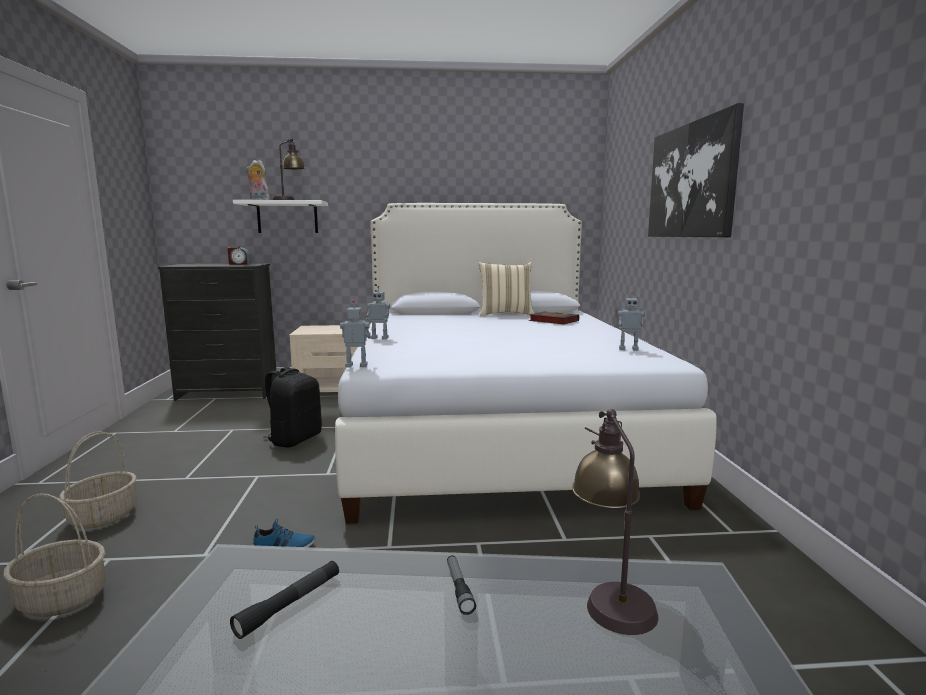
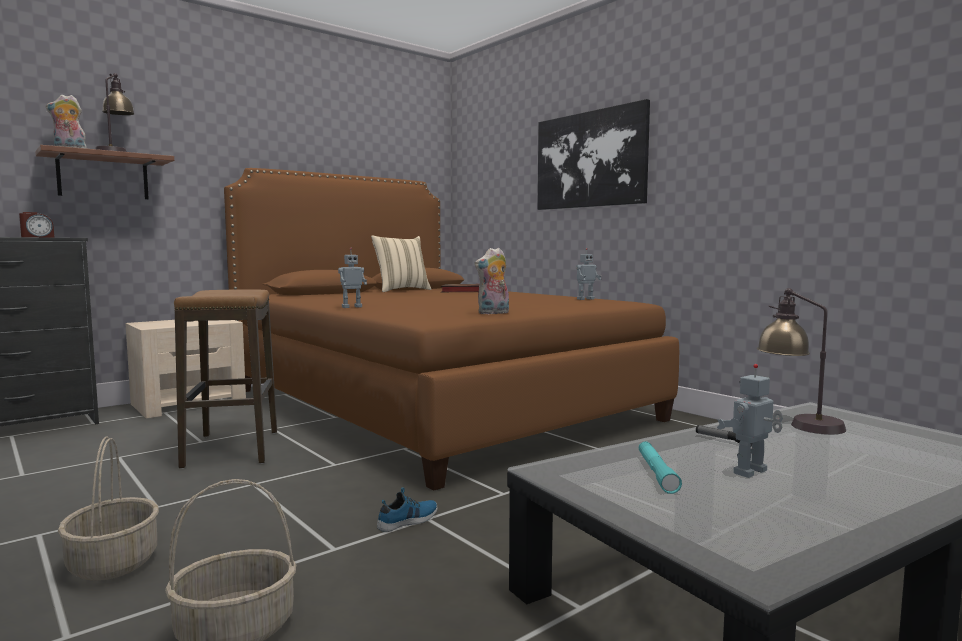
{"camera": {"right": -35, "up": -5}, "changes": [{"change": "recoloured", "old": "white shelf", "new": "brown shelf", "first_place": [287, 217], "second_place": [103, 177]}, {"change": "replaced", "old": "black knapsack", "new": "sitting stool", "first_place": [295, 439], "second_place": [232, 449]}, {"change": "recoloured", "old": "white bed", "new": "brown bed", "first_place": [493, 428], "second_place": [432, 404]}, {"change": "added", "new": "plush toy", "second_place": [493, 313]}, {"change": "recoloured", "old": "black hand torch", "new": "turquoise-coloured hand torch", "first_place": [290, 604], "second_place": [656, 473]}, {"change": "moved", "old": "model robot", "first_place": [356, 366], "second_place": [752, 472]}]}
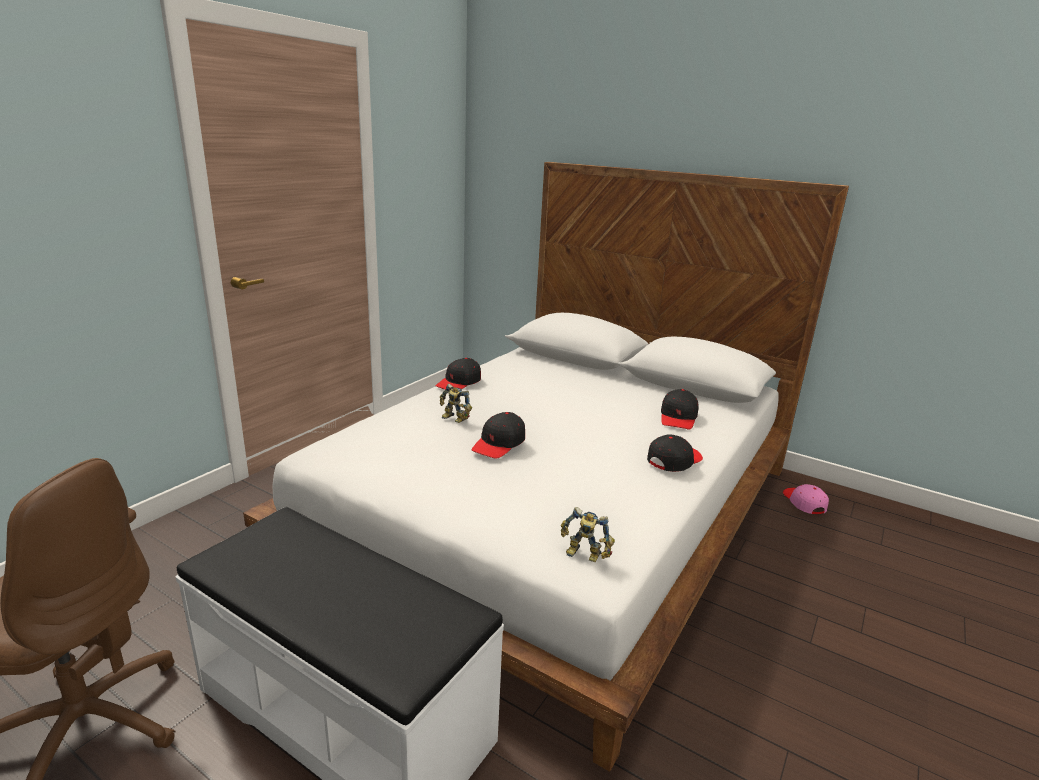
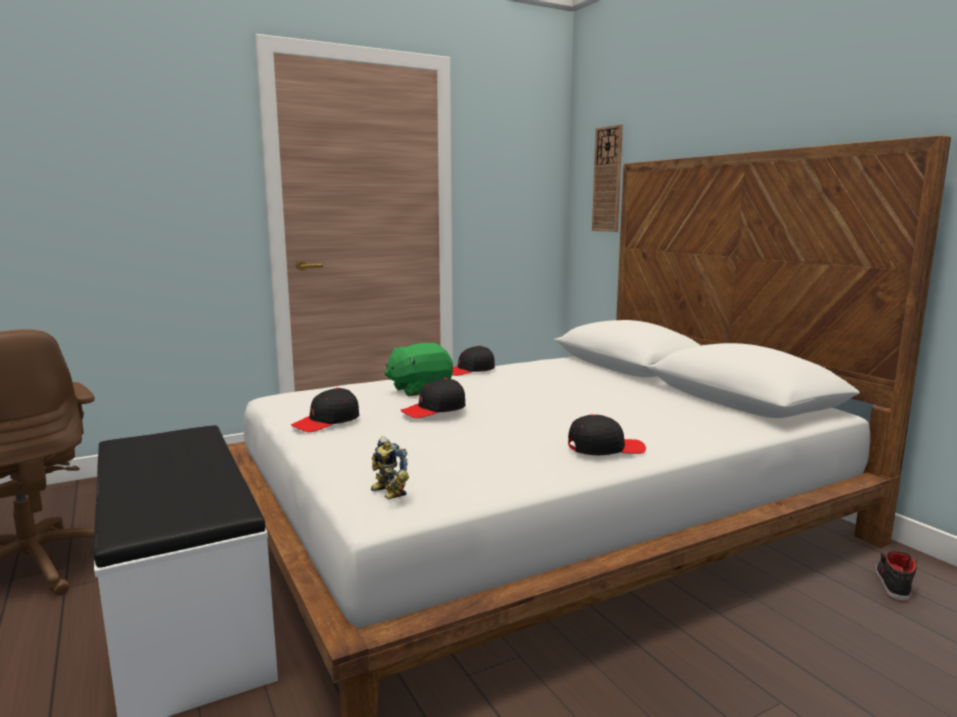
{"camera": {"right": 30, "up": -10}, "changes": [{"change": "moved", "old": "black peaked cap", "first_place": [678, 417], "second_place": [327, 422]}, {"change": "replaced", "old": "model robot", "new": "greenish plush toy", "first_place": [453, 419], "second_place": [419, 389]}, {"change": "added", "new": "clock on the wall", "second_place": [607, 179]}, {"change": "replaced", "old": "pink-coloured peaked cap", "new": "black item of footwear", "first_place": [804, 503], "second_place": [892, 582]}]}
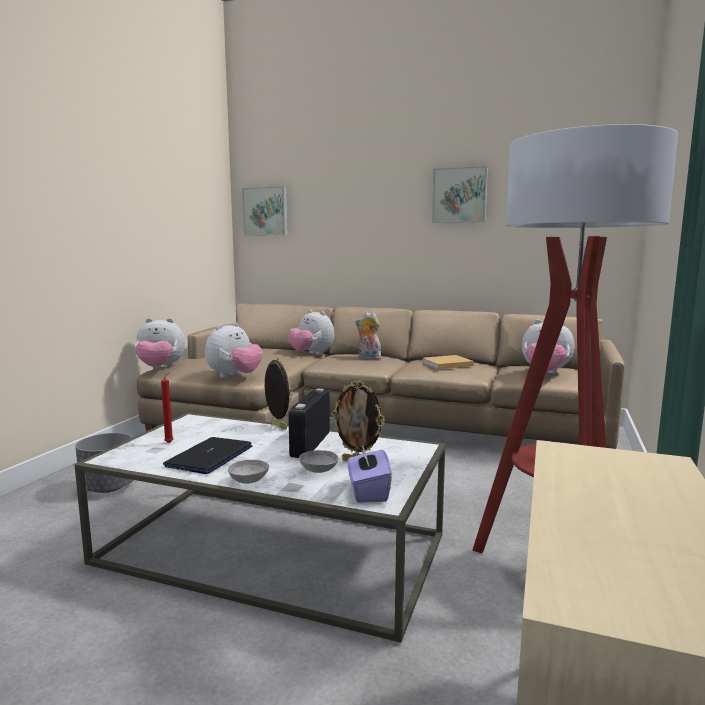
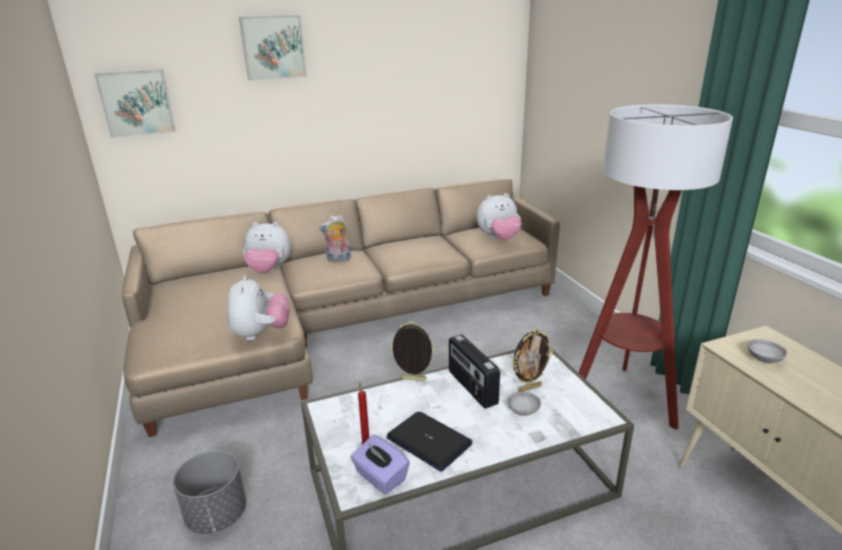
{"camera": {"right": -40, "up": 15}, "changes": [{"change": "moved", "old": "picture", "first_place": [459, 195], "second_place": [273, 47]}, {"change": "moved", "old": "purplish tissue holder", "first_place": [368, 492], "second_place": [380, 477]}, {"change": "turned", "old": "portable computer", "first_place": [209, 457], "second_place": [429, 441], "degrees": 150}, {"change": "moved", "old": "greyish bowl", "first_place": [249, 480], "second_place": [764, 358]}, {"change": "removed", "old": "plush toy", "first_place": [160, 368]}, {"change": "removed", "old": "beige-coloured bound book", "first_place": [446, 364]}]}
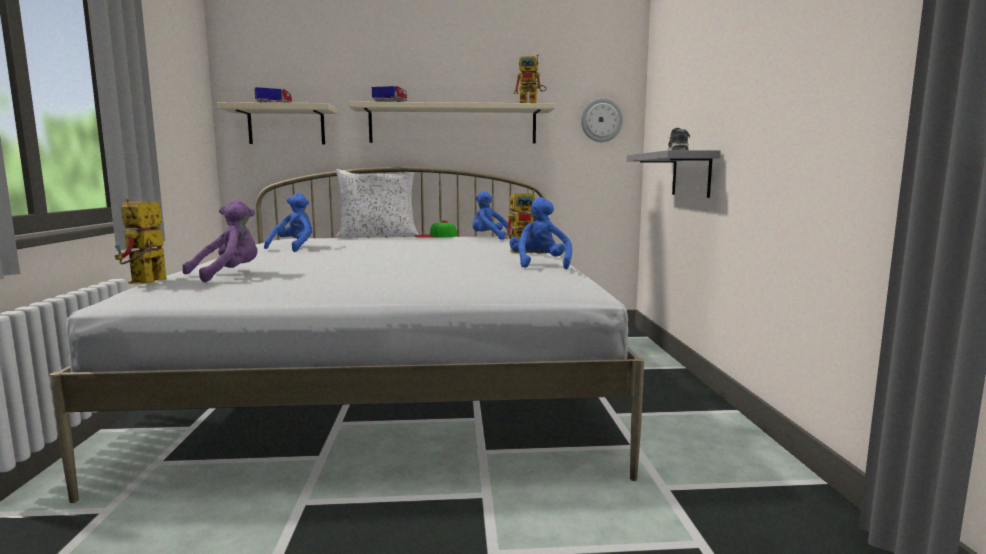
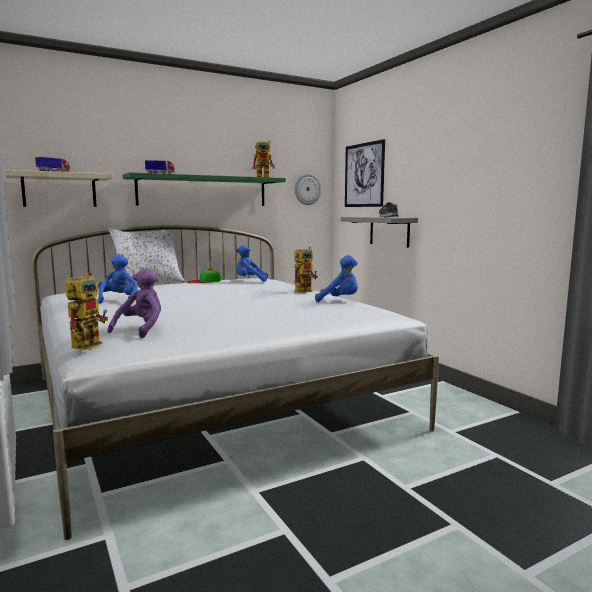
{"camera": {"right": -25, "up": 0}, "changes": [{"change": "turned", "old": "model robot", "first_place": [145, 282], "second_place": [88, 343], "degrees": -150}, {"change": "recoloured", "old": "beige-coloured shelf", "new": "greenish shelf", "first_place": [453, 125], "second_place": [203, 191]}, {"change": "turned", "old": "blue-coloured plush toy", "first_place": [540, 264], "second_place": [339, 300], "degrees": 135}, {"change": "added", "new": "picture", "second_place": [364, 175]}]}
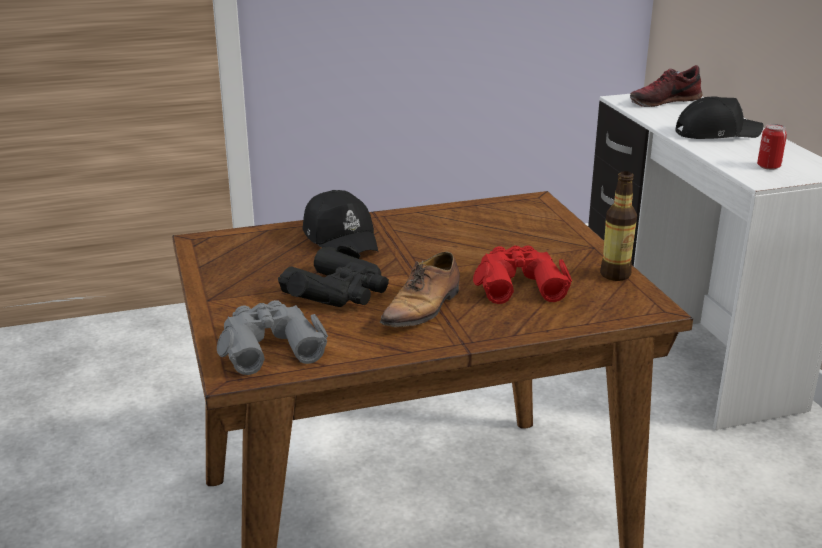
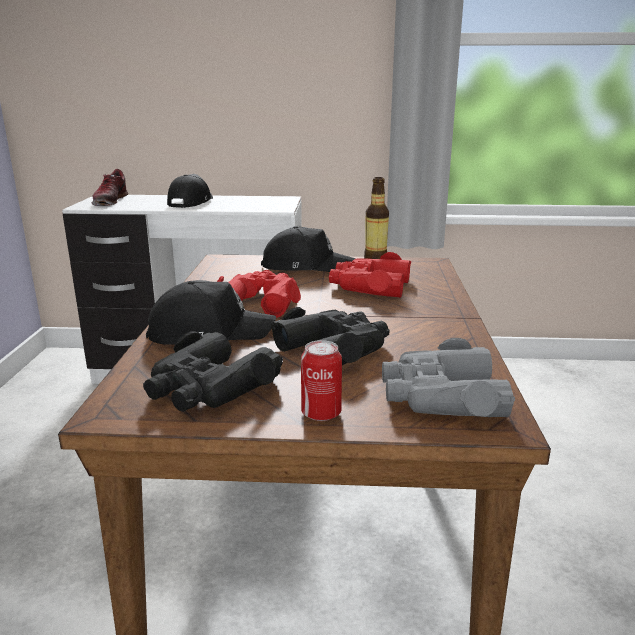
{"camera": {"right": -70, "up": -5}, "changes": [{"change": "added", "new": "black binoculars", "second_place": [209, 388]}, {"change": "added", "new": "red-coloured binoculars", "second_place": [259, 302]}, {"change": "added", "new": "black peaked cap", "second_place": [306, 266]}, {"change": "moved", "old": "sealed can", "first_place": [768, 166], "second_place": [321, 413]}, {"change": "removed", "old": "item of footwear", "first_place": [423, 308]}]}
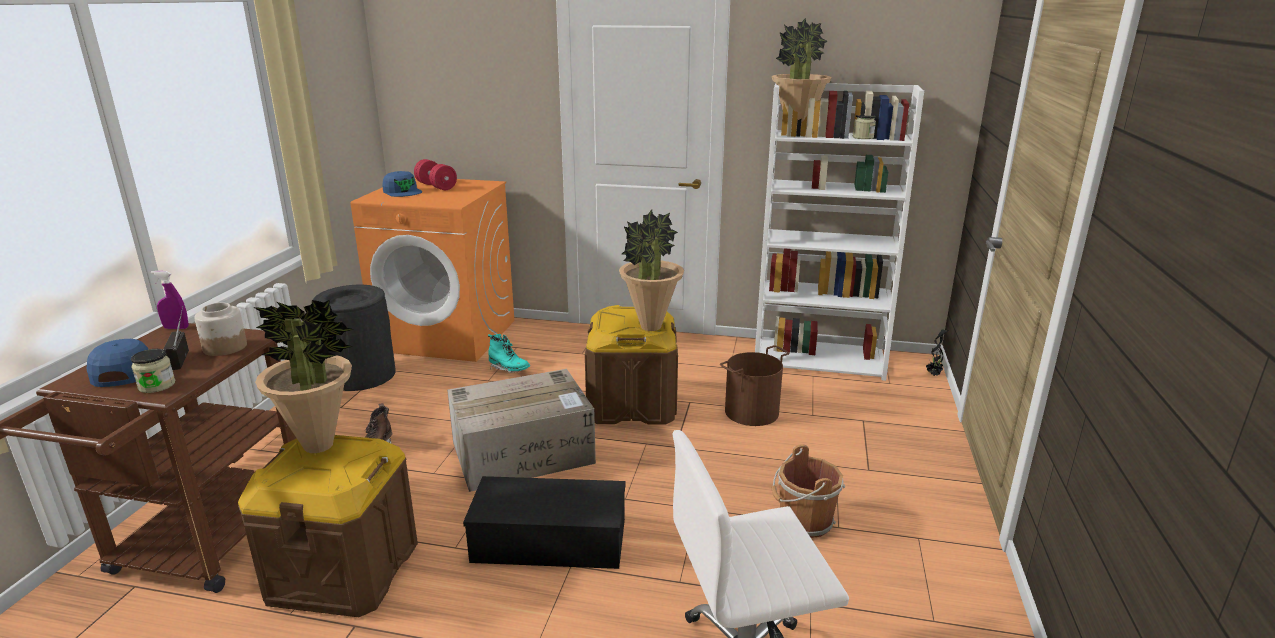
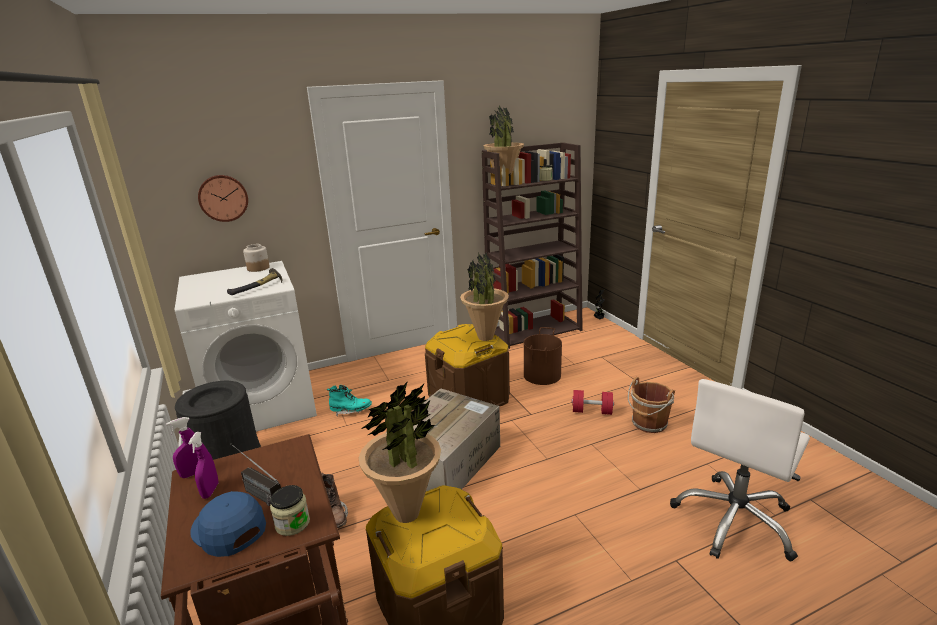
{"camera": {"right": -35, "up": 0}, "changes": [{"change": "recoloured", "old": "orange-coloured laundry appliance", "new": "white laundry appliance", "first_place": [448, 335], "second_place": [262, 405]}, {"change": "added", "new": "purplish spray bottle", "second_place": [210, 491]}, {"change": "added", "new": "clock on the wall", "second_place": [223, 198]}, {"change": "added", "new": "tool hammer", "second_place": [259, 288]}, {"change": "moved", "old": "preserve jar", "first_place": [224, 347], "second_place": [258, 268]}, {"change": "recoloured", "old": "white bookshelf", "new": "brown bookshelf", "first_place": [820, 359], "second_place": [534, 330]}, {"change": "moved", "old": "red-coloured dumbbell", "first_place": [436, 186], "second_place": [592, 411]}, {"change": "removed", "old": "blue-coloured peaked cap", "first_place": [402, 191]}, {"change": "removed", "old": "black storage box", "first_place": [552, 539]}]}
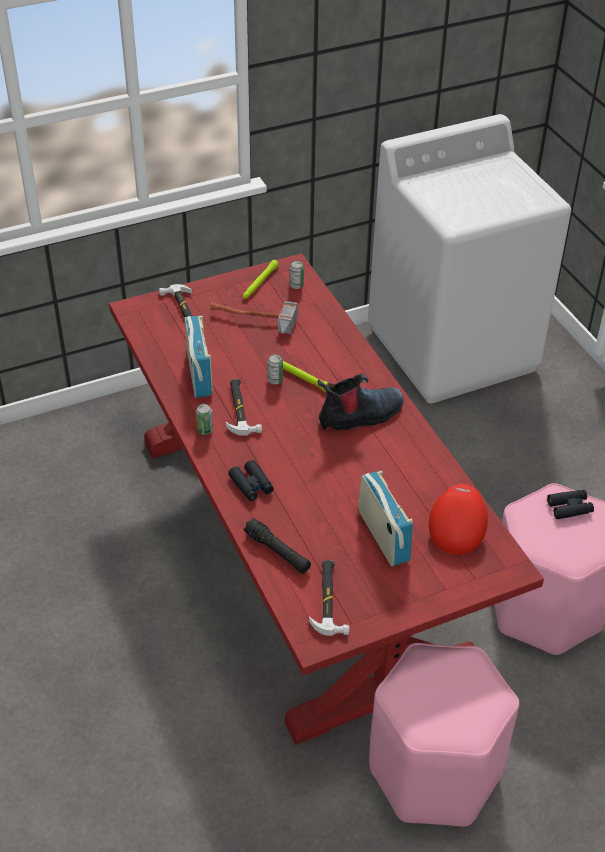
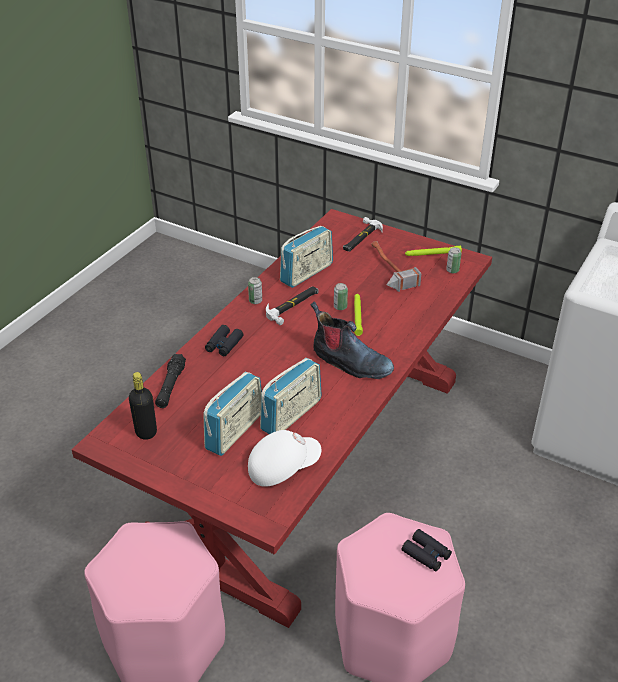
{"camera": {"right": 55, "up": -5}, "changes": [{"change": "replaced", "old": "tool hammer", "new": "black bottle", "first_place": [329, 599], "second_place": [146, 432]}, {"change": "recoloured", "old": "red-coloured peaked cap", "new": "white peaked cap", "first_place": [456, 527], "second_place": [282, 467]}, {"change": "added", "new": "radio set", "second_place": [291, 415]}]}
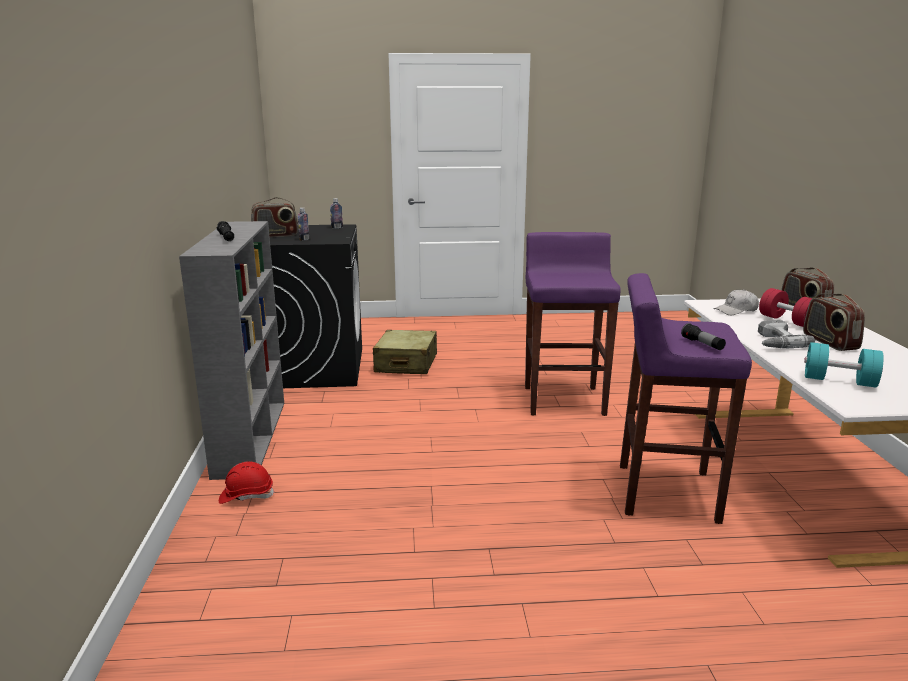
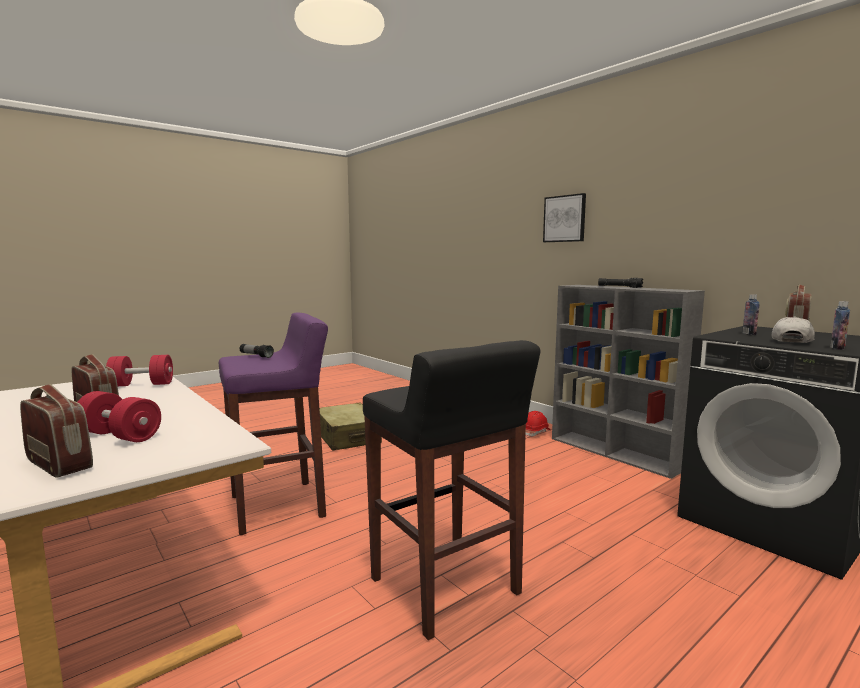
{"camera": {"right": 145, "up": -10}, "changes": [{"change": "recoloured", "old": "turquoise-coloured dumbbell", "new": "red-coloured dumbbell", "first_place": [839, 381], "second_place": [142, 385]}, {"change": "moved", "old": "beige-coloured suitcase", "first_place": [406, 364], "second_place": [347, 437]}, {"change": "recoloured", "old": "purplish sitting stool", "new": "black sitting stool", "first_place": [564, 400], "second_place": [445, 588]}, {"change": "added", "new": "picture", "second_place": [564, 218]}, {"change": "moved", "old": "white peaked cap", "first_place": [736, 310], "second_place": [791, 341]}, {"change": "removed", "old": "power drill", "first_place": [774, 342]}]}
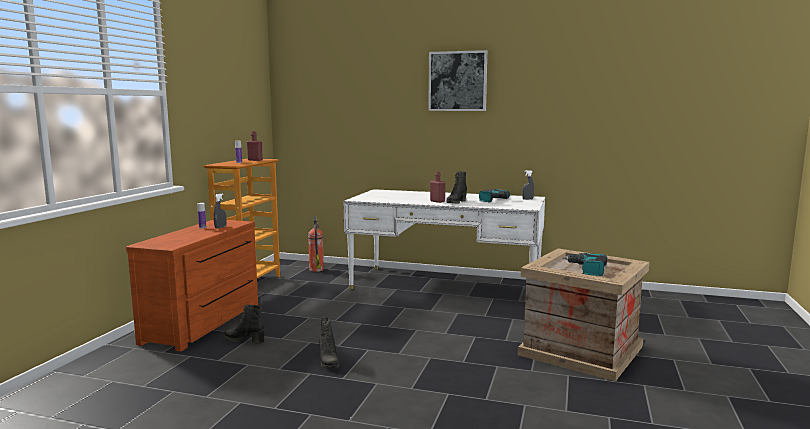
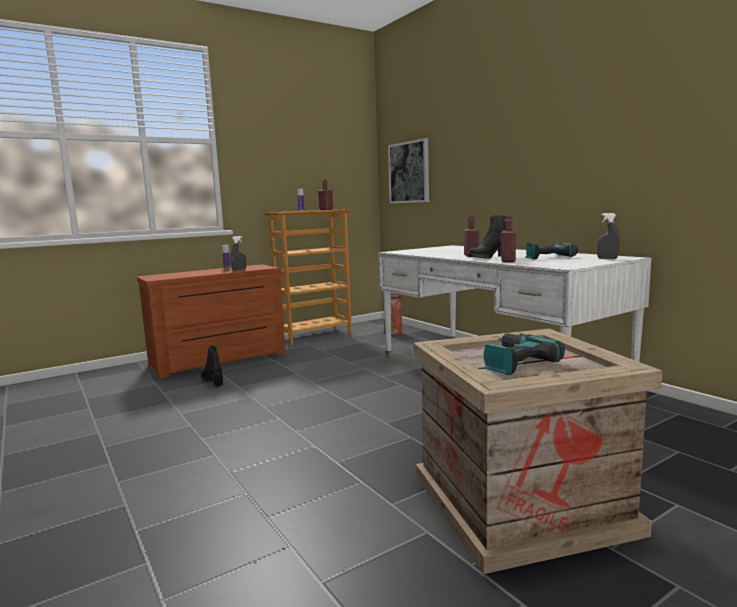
{"camera": {"right": 40, "up": 0}, "changes": [{"change": "moved", "old": "picture", "first_place": [457, 81], "second_place": [409, 172]}, {"change": "added", "new": "red-coloured bottle", "second_place": [508, 261]}, {"change": "removed", "old": "black tall boot", "first_place": [328, 362]}]}
